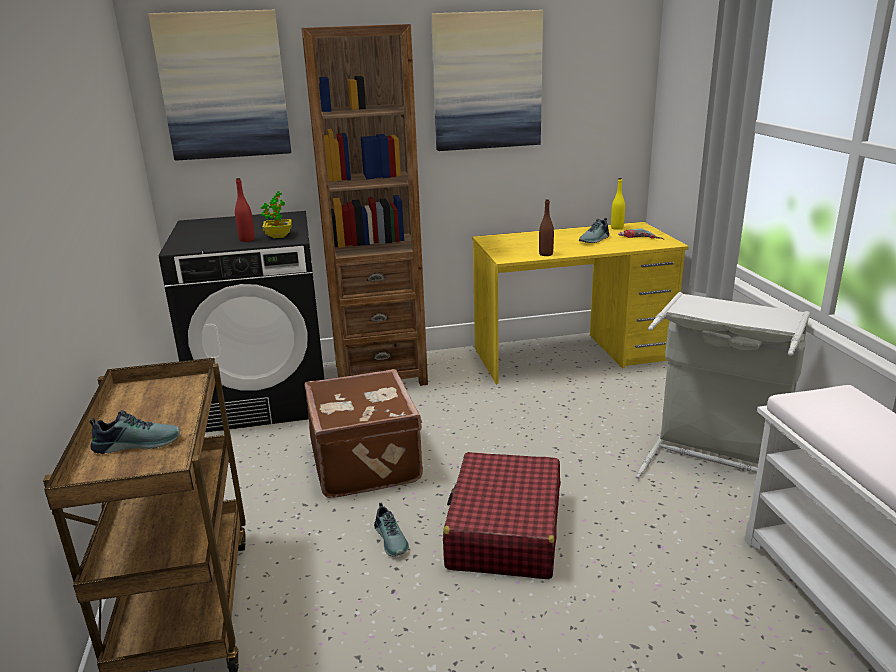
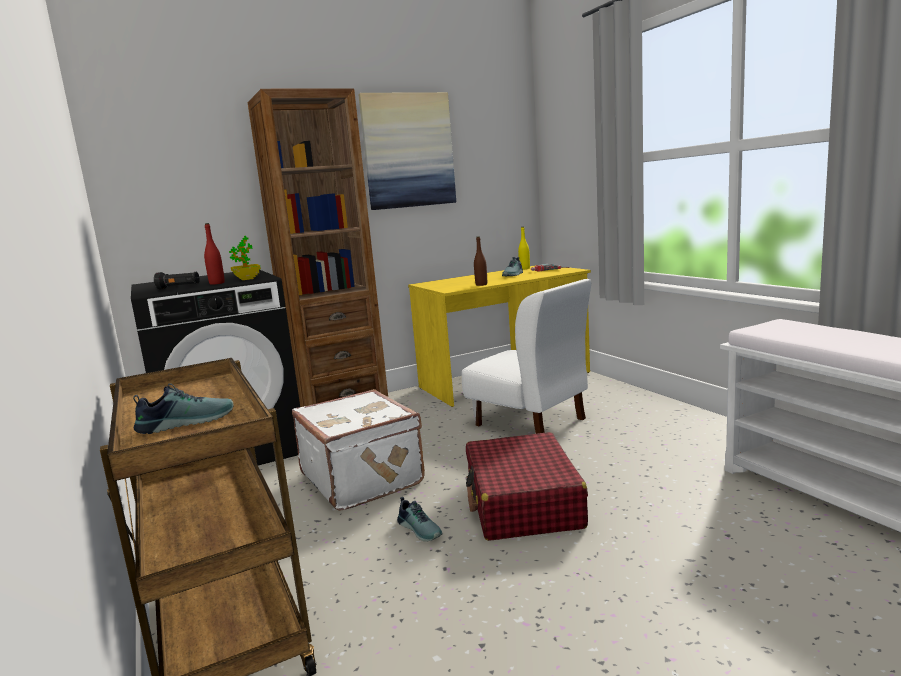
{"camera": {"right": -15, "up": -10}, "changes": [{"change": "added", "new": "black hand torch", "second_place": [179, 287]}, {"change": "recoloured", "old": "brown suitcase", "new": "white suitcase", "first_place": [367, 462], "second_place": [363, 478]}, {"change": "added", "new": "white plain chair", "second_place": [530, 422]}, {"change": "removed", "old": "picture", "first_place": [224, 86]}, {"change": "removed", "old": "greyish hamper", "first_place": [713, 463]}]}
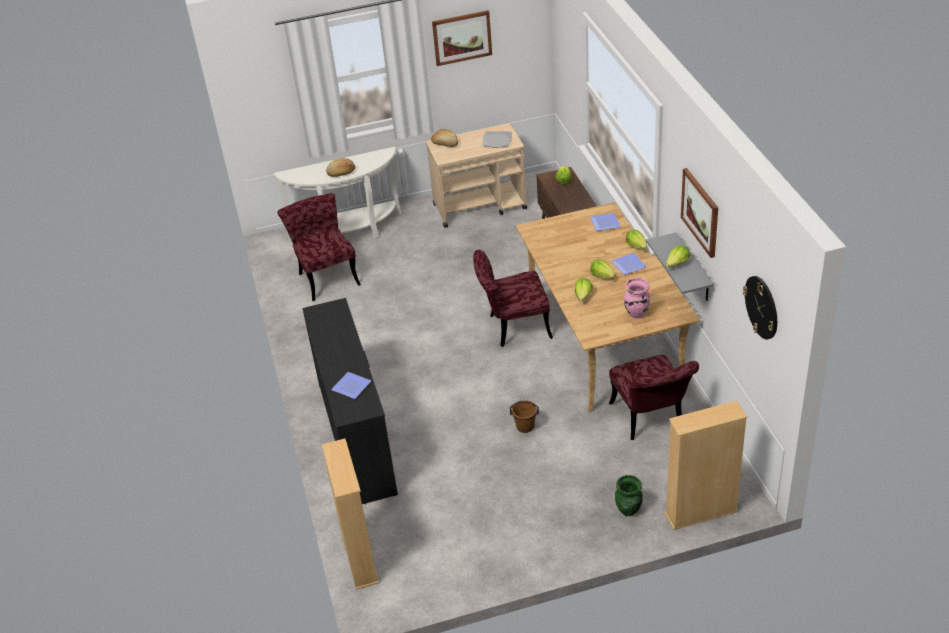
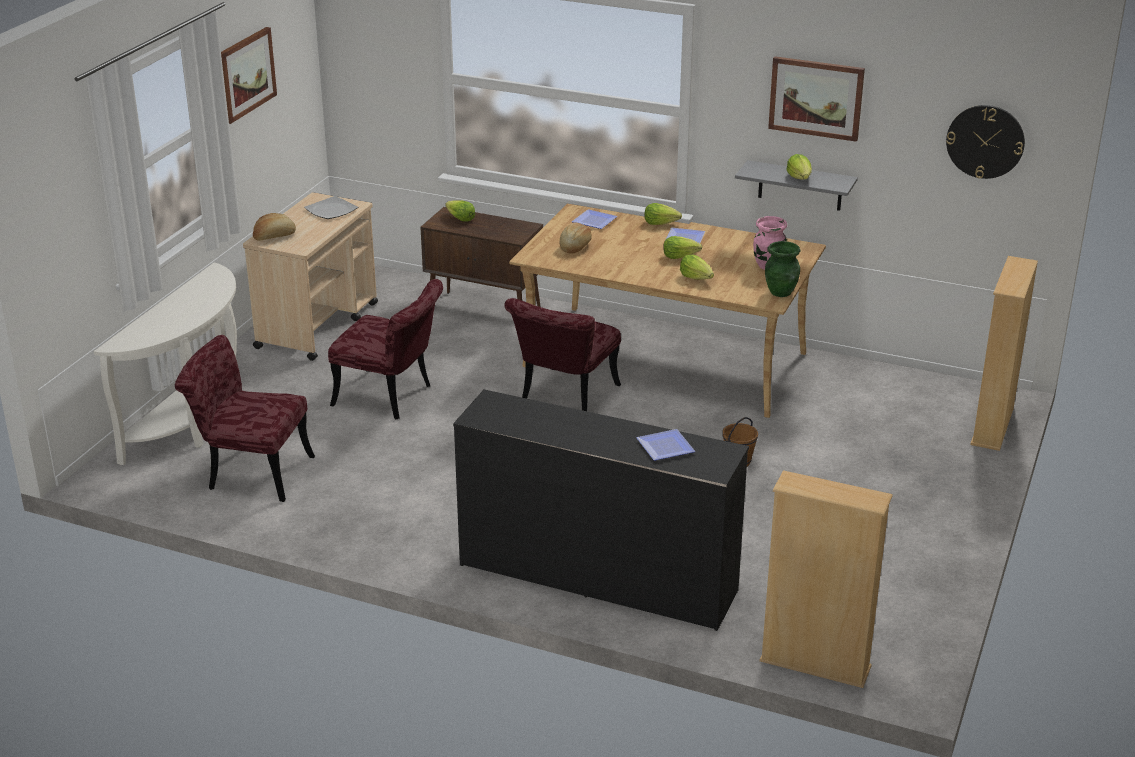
{"camera": {"right": -55, "up": -10}, "changes": [{"change": "moved", "old": "red-coloured plain chair", "first_place": [650, 420], "second_place": [391, 397]}, {"change": "moved", "old": "baked bread", "first_place": [341, 173], "second_place": [575, 246]}, {"change": "moved", "old": "greenish decorative vase", "first_place": [628, 510], "second_place": [781, 292]}]}
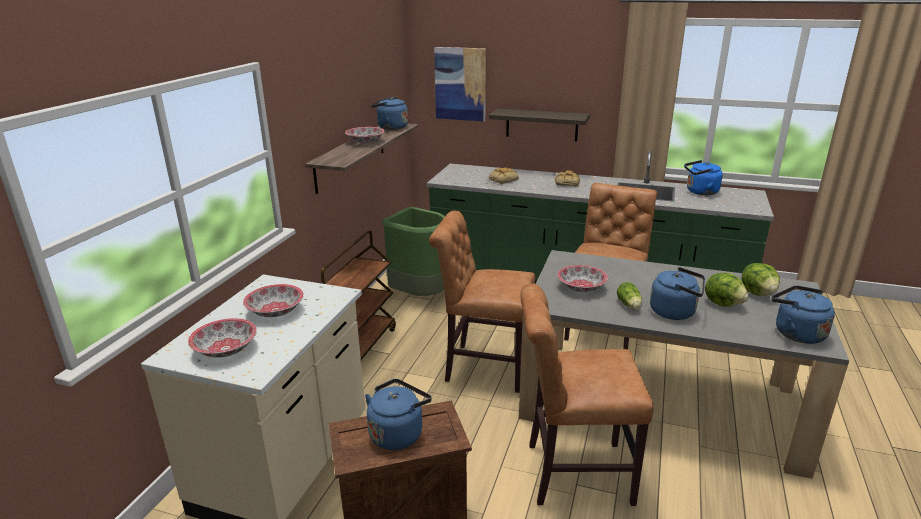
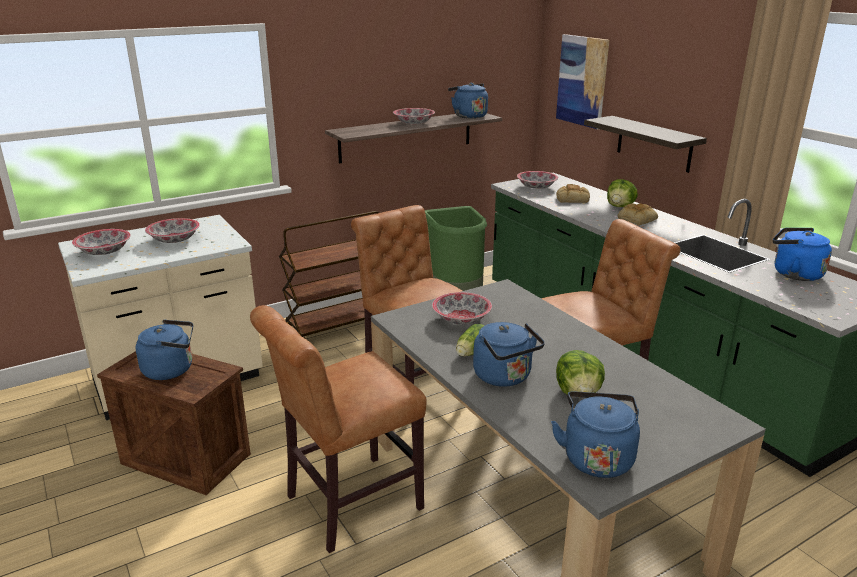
{"camera": {"right": 40, "up": 0}, "changes": [{"change": "turned", "old": "brown plain chair", "first_place": [572, 473], "second_place": [347, 505], "degrees": -75}, {"change": "added", "new": "bowl", "second_place": [536, 187]}, {"change": "moved", "old": "lettuce", "first_place": [758, 293], "second_place": [620, 206]}]}
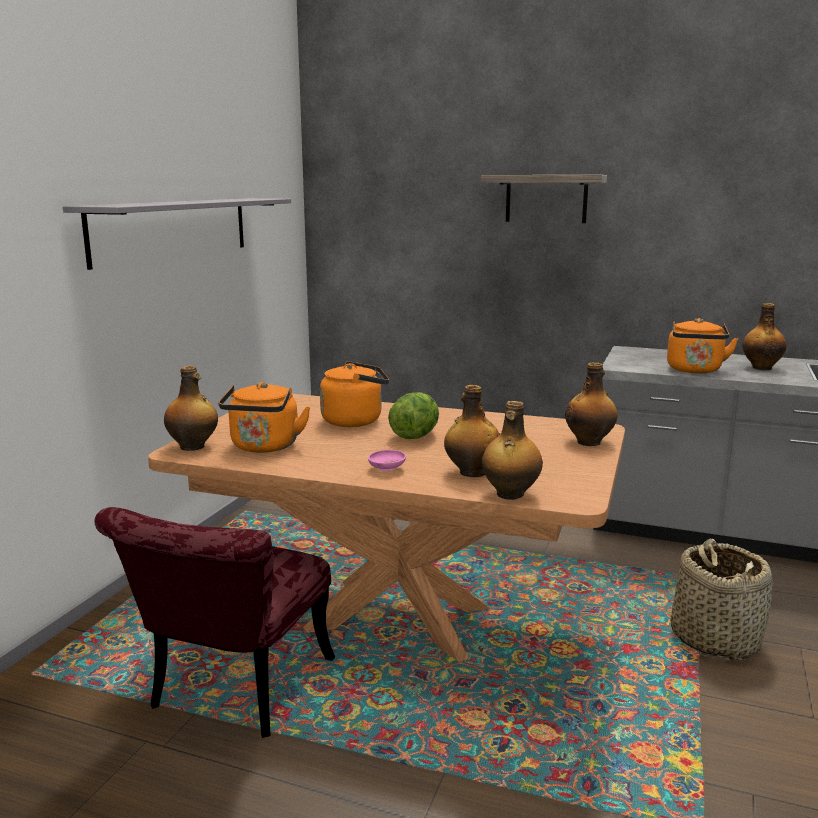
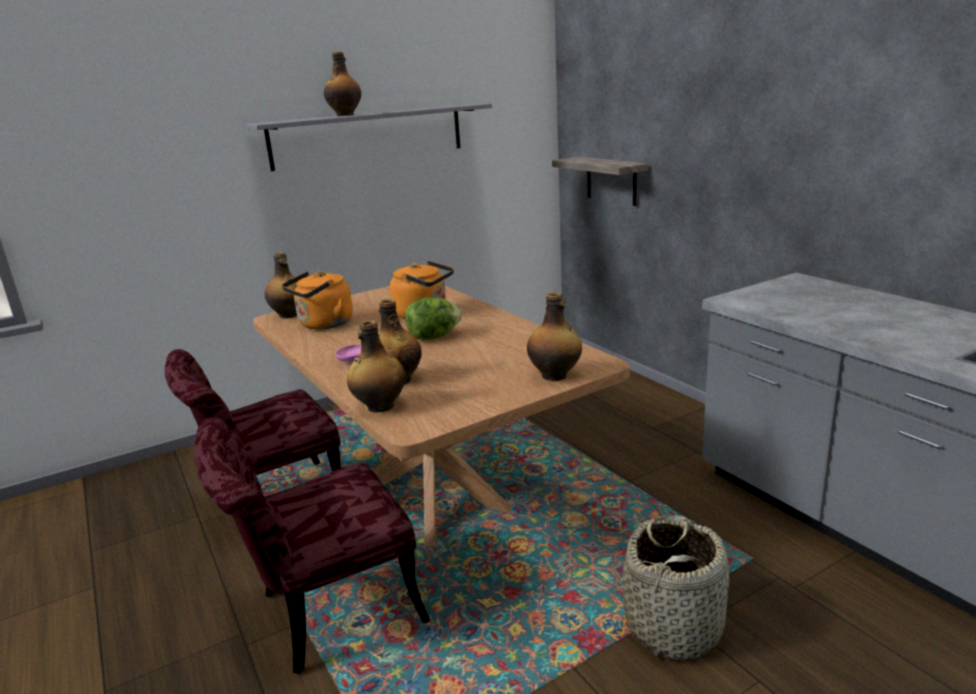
{"camera": {"right": 40, "up": 5}, "changes": [{"change": "added", "new": "red-coloured plain chair", "second_place": [325, 614]}, {"change": "moved", "old": "bottle", "first_place": [761, 368], "second_place": [346, 115]}, {"change": "moved", "old": "shelf", "first_place": [546, 198], "second_place": [611, 180]}, {"change": "removed", "old": "orange-coloured water kettle", "first_place": [695, 370]}]}
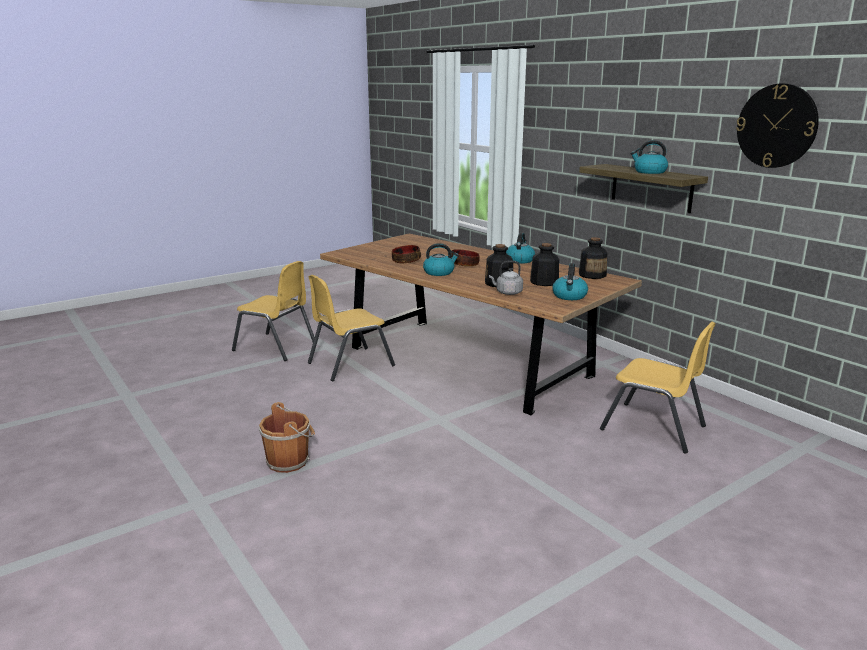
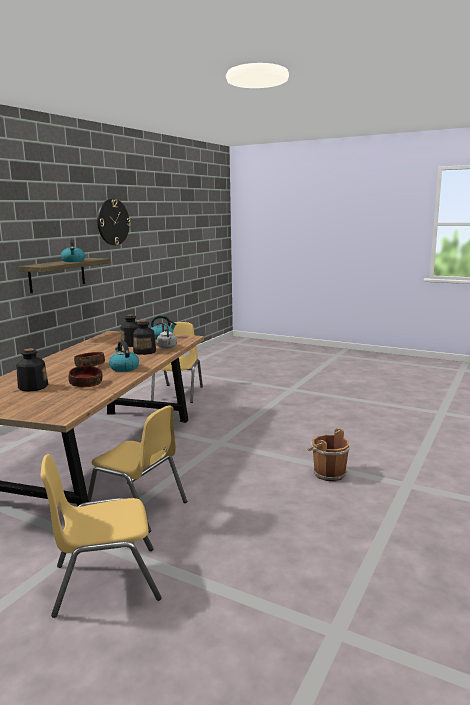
{"camera": {"right": -115, "up": -5}, "changes": [{"change": "moved", "old": "bottle", "first_place": [592, 275], "second_place": [33, 387]}, {"change": "turned", "old": "yellowish plain chair", "first_place": [275, 347], "second_place": [106, 581], "degrees": -105}, {"change": "removed", "old": "water kettle", "first_place": [519, 260]}]}
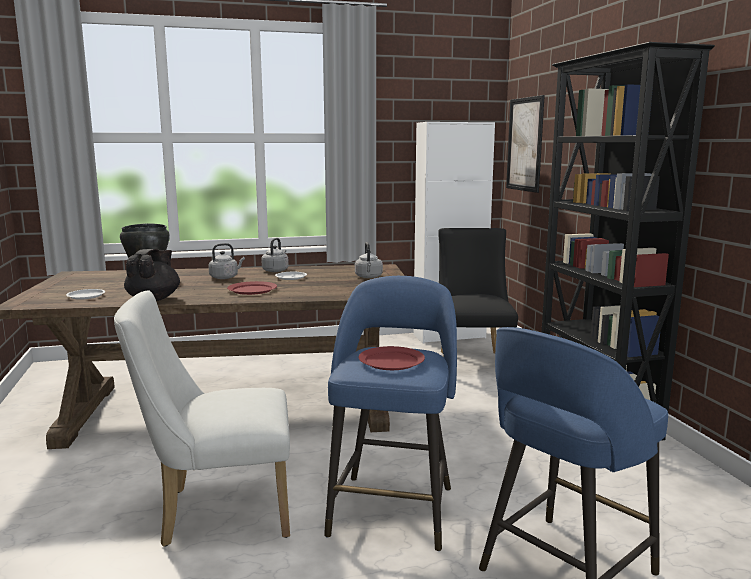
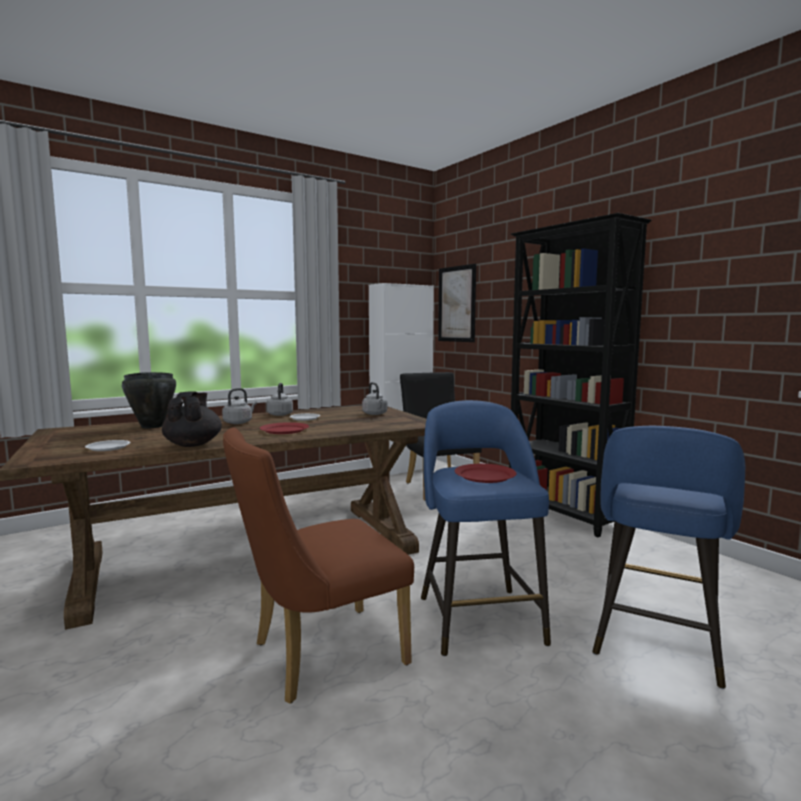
{"camera": {"right": -20, "up": -5}, "changes": [{"change": "recoloured", "old": "white plain chair", "new": "brown plain chair", "first_place": [217, 512], "second_place": [318, 656]}]}
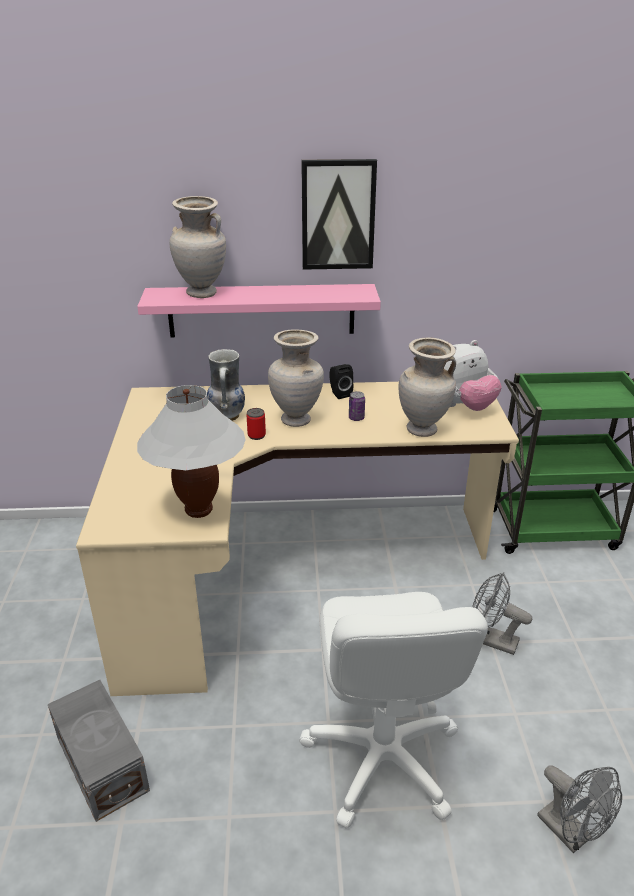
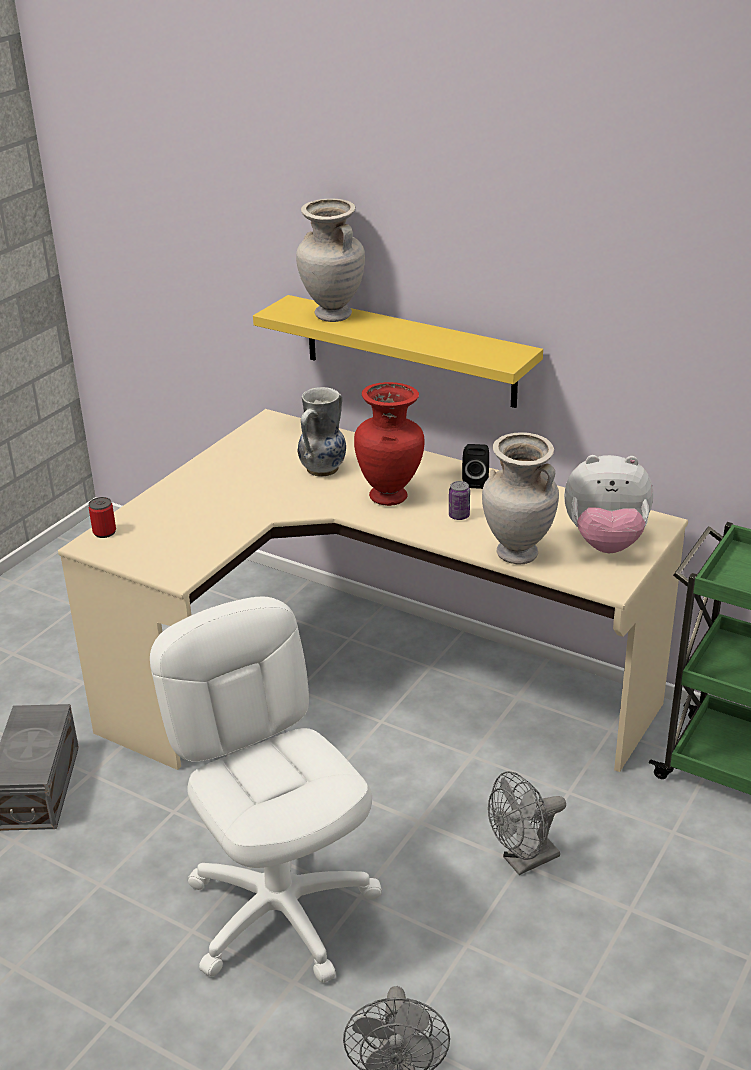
{"camera": {"right": 35, "up": 0}, "changes": [{"change": "moved", "old": "sealed can", "first_place": [256, 435], "second_place": [104, 532]}, {"change": "turned", "old": "white office chair", "first_place": [381, 758], "second_place": [281, 910], "degrees": 120}, {"change": "recoloured", "old": "pink-coloured shelf", "new": "yellowish shelf", "first_place": [261, 310], "second_place": [409, 351]}, {"change": "recoloured", "old": "beige-coloured decorative vase", "new": "red-coloured decorative vase", "first_place": [297, 420], "second_place": [390, 497]}, {"change": "turned", "old": "greyish electric fan", "first_place": [491, 640], "second_place": [524, 861], "degrees": -90}, {"change": "removed", "old": "white lamp for a table", "first_place": [198, 510]}, {"change": "removed", "old": "picture", "first_place": [338, 215]}]}
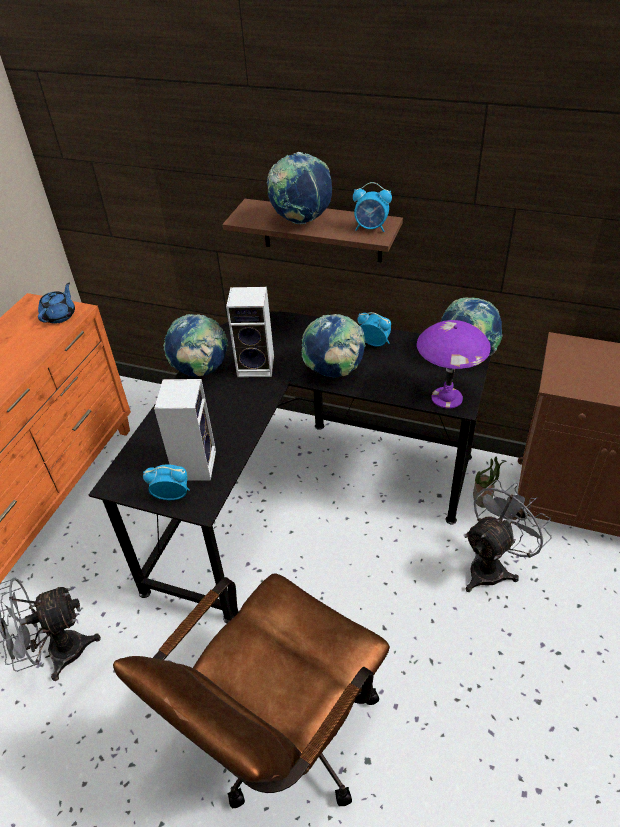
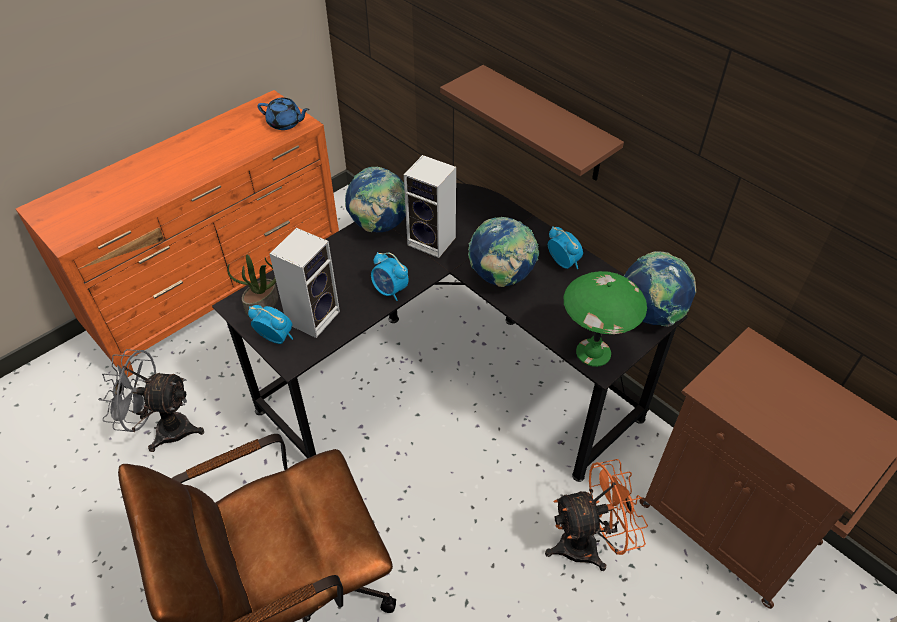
{"camera": {"right": 25, "up": 5}, "changes": [{"change": "moved", "old": "plant in a pot", "first_place": [483, 496], "second_place": [262, 305]}, {"change": "turned", "old": "blue-coloured tea pot", "first_place": [60, 316], "second_place": [285, 123], "degrees": 60}, {"change": "moved", "old": "alarm clock", "first_place": [371, 228], "second_place": [390, 291]}, {"change": "recoloured", "old": "greyish electric fan", "new": "orange-coloured electric fan", "first_place": [492, 567], "second_place": [588, 544]}, {"change": "recoloured", "old": "purplish lamp for a table", "new": "greenish lamp for a table", "first_place": [446, 397], "second_place": [593, 352]}, {"change": "removed", "old": "desk globe", "first_place": [301, 220]}]}
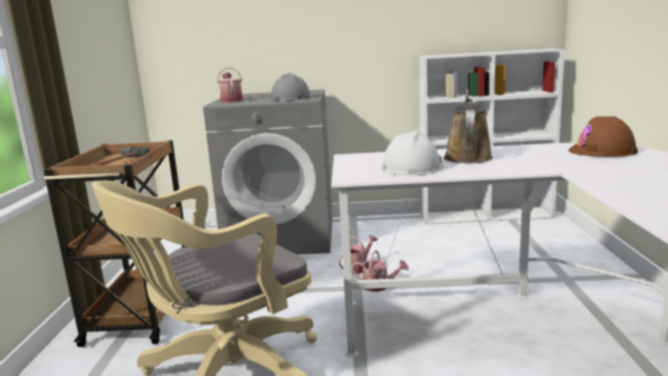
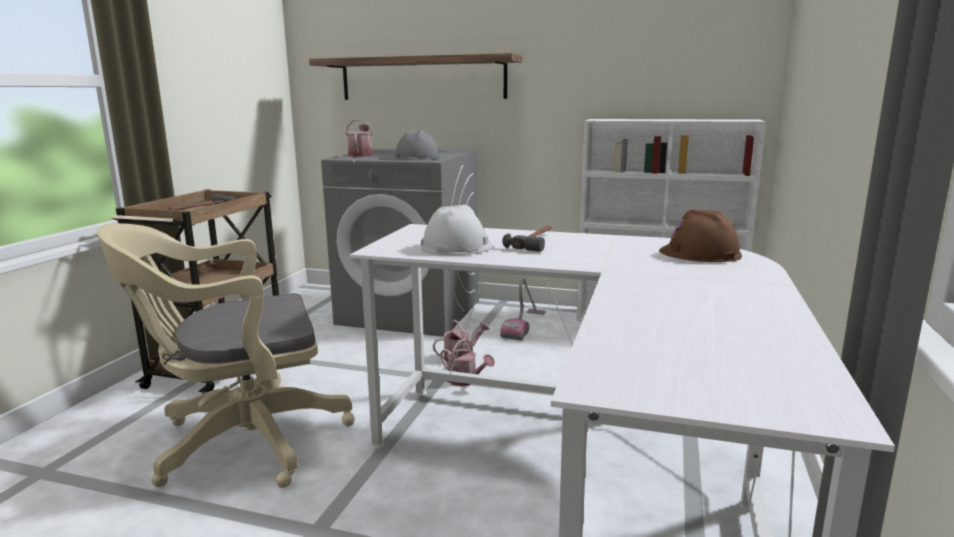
{"camera": {"right": 15, "up": 0}, "changes": [{"change": "added", "new": "shelf", "second_place": [422, 78]}, {"change": "added", "new": "vacuum cleaner", "second_place": [524, 325]}, {"change": "replaced", "old": "brown watering can", "new": "tool hammer", "first_place": [467, 157], "second_place": [536, 242]}]}
